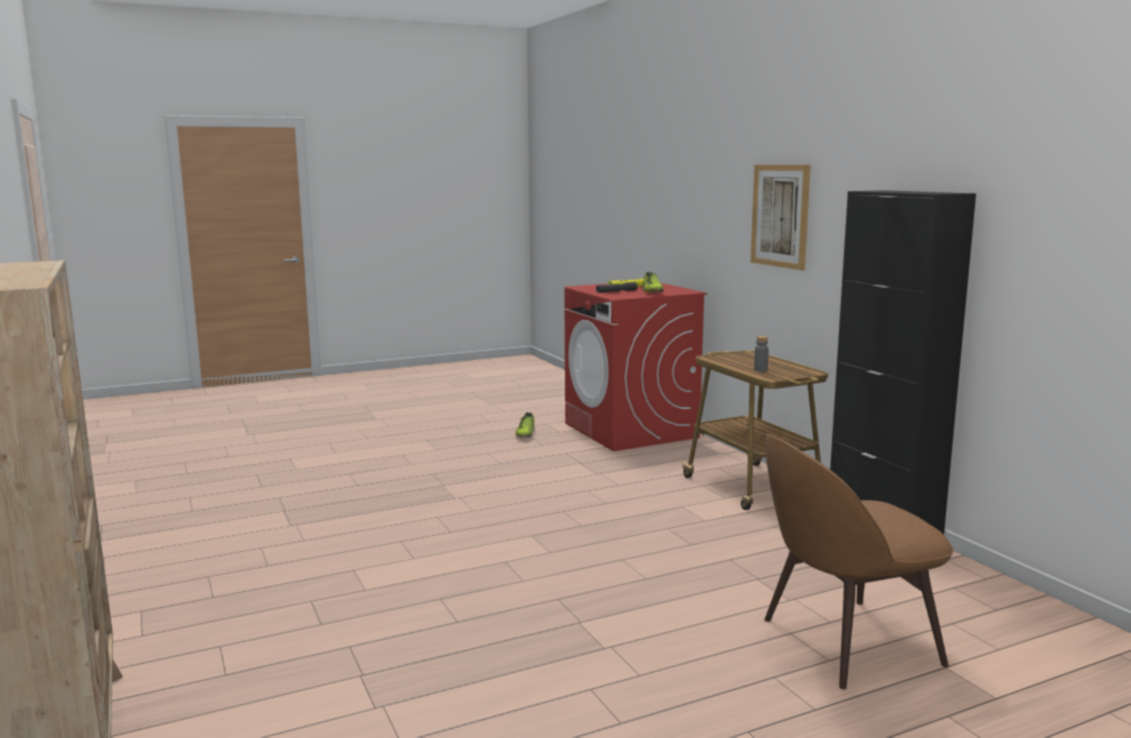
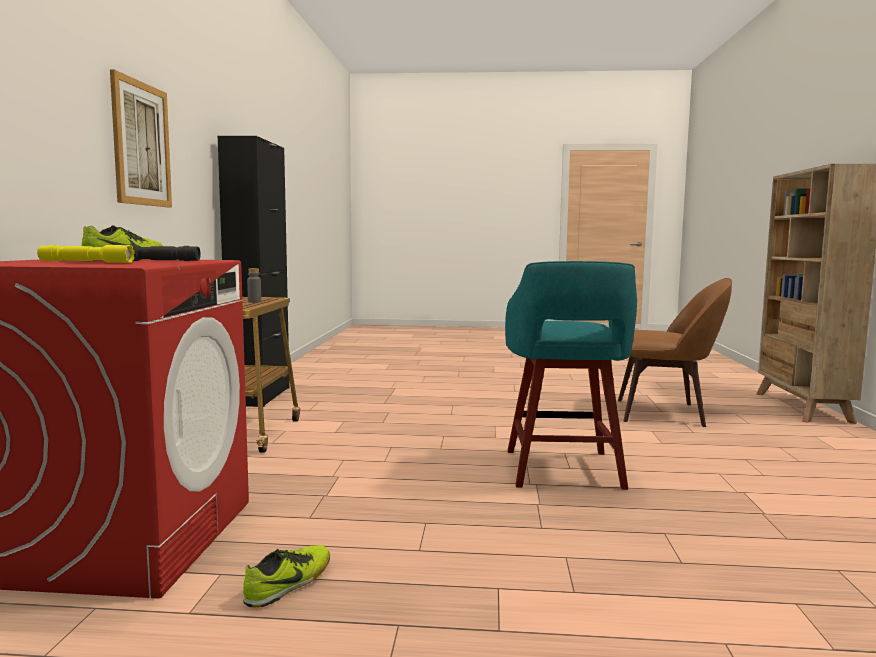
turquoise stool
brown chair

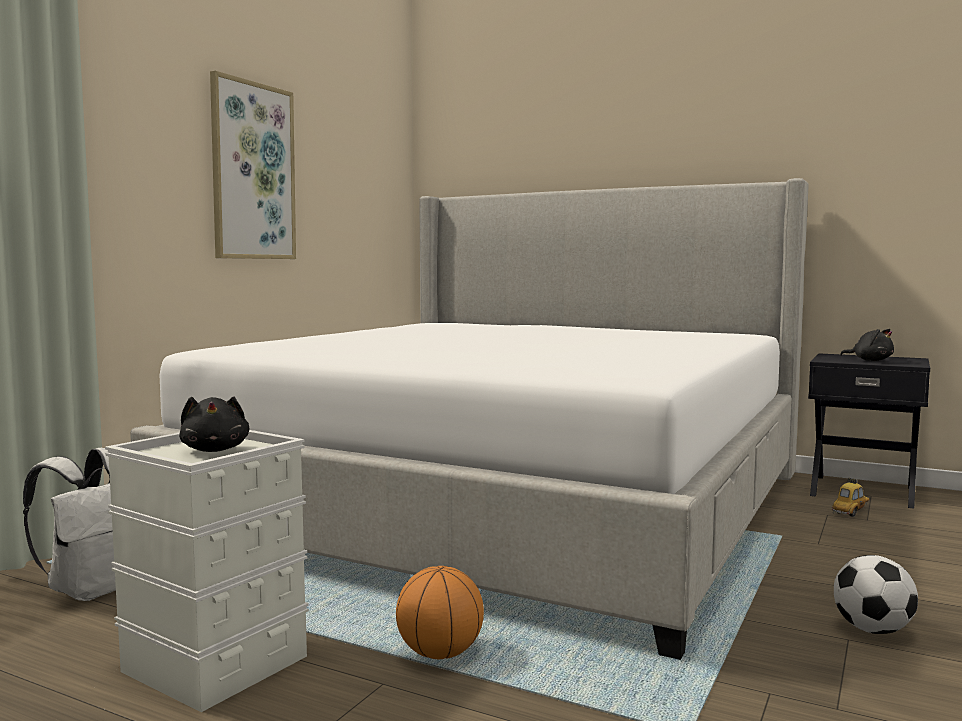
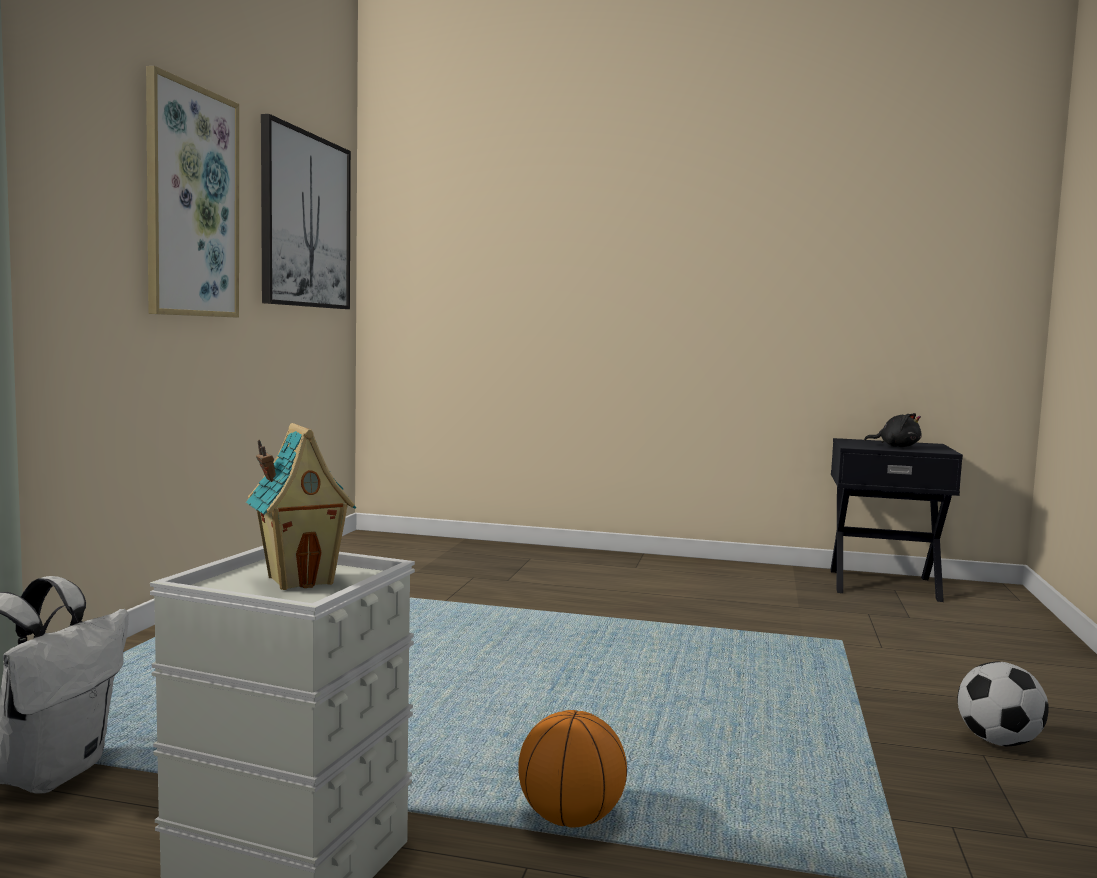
bed
toy car
picture (no. 2 from left)
toy house

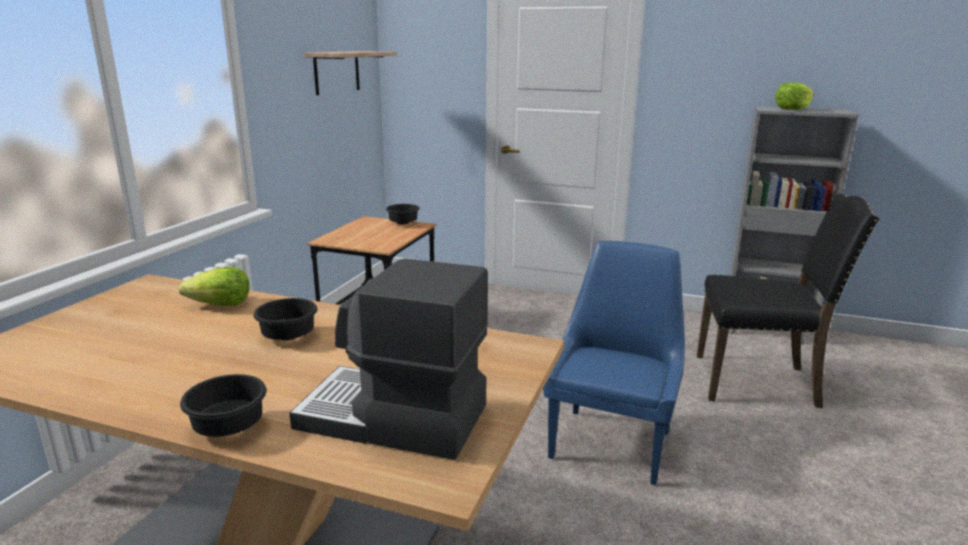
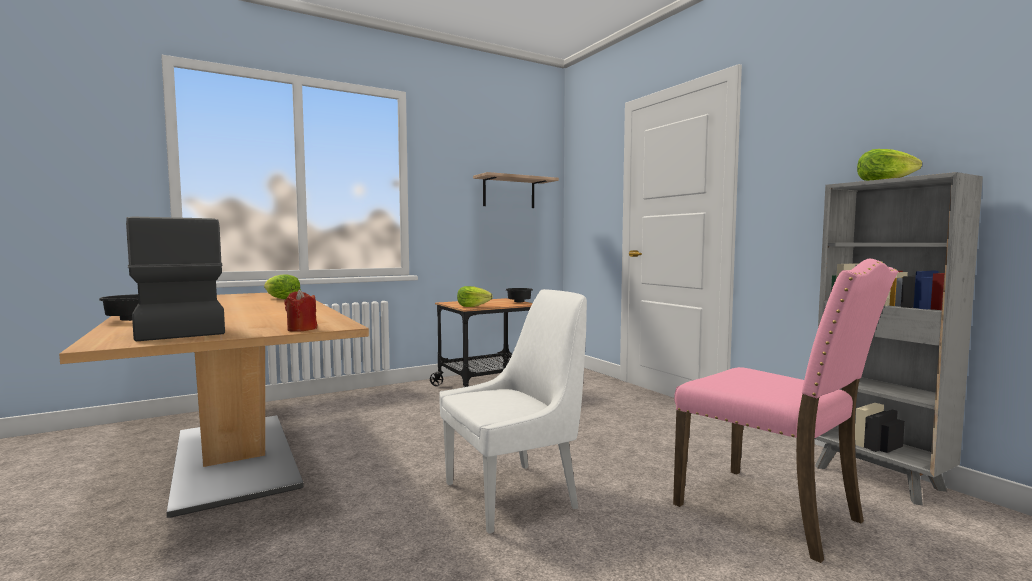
black bowl (no. 2 from left in the first image)
red candle
lettuce (no. 2 from left)
white chair
pink chair

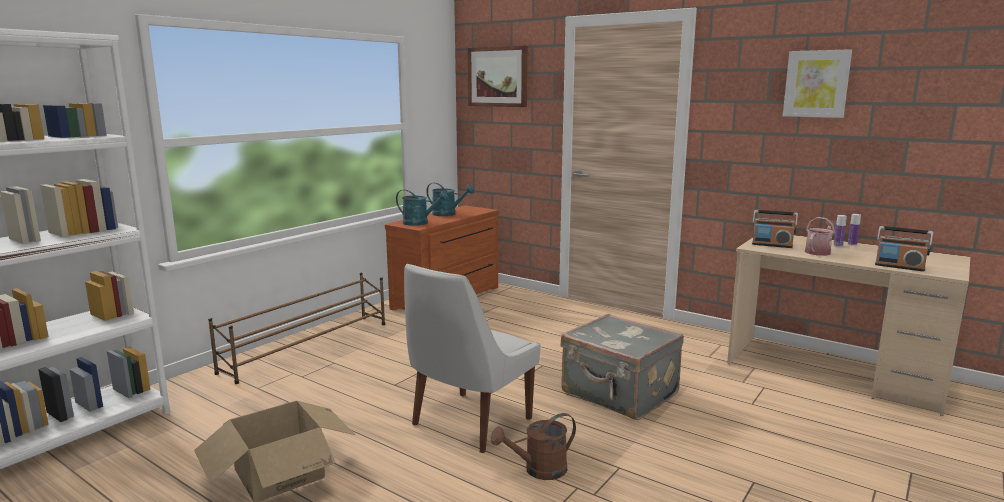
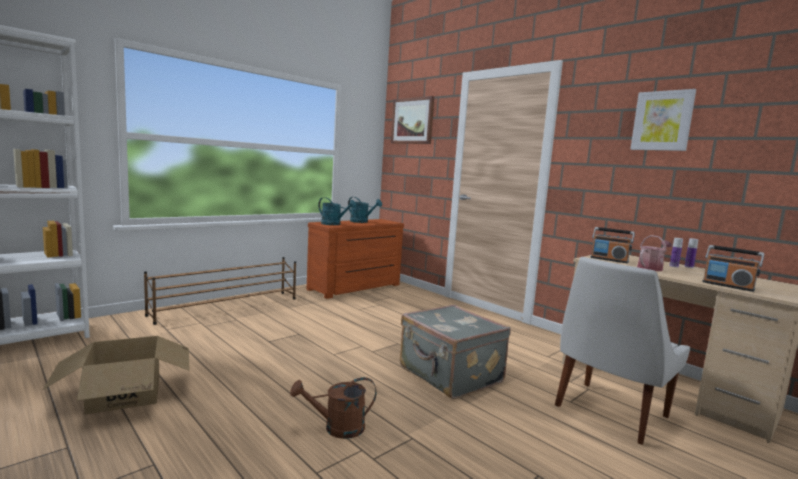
white chair

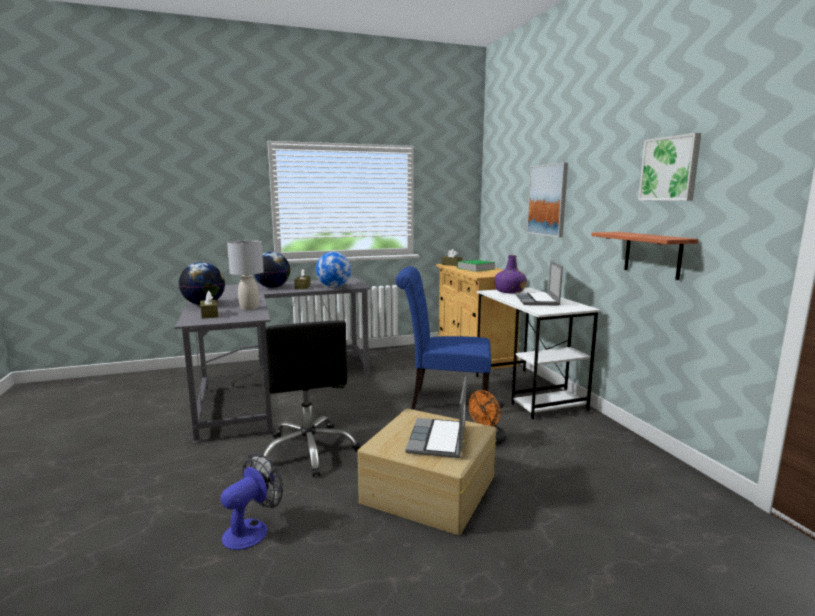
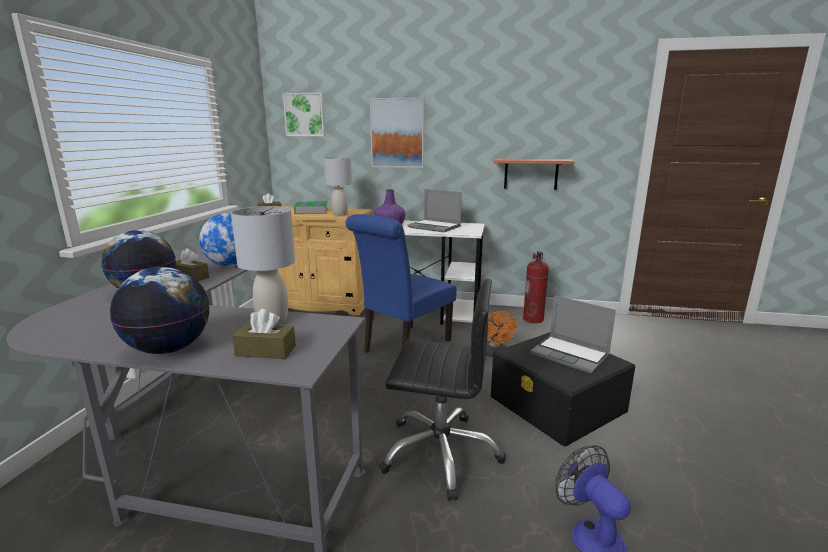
grey table lamp (no. 2 from left)
fire extinguisher
picture (no. 1 from left)
black storage box

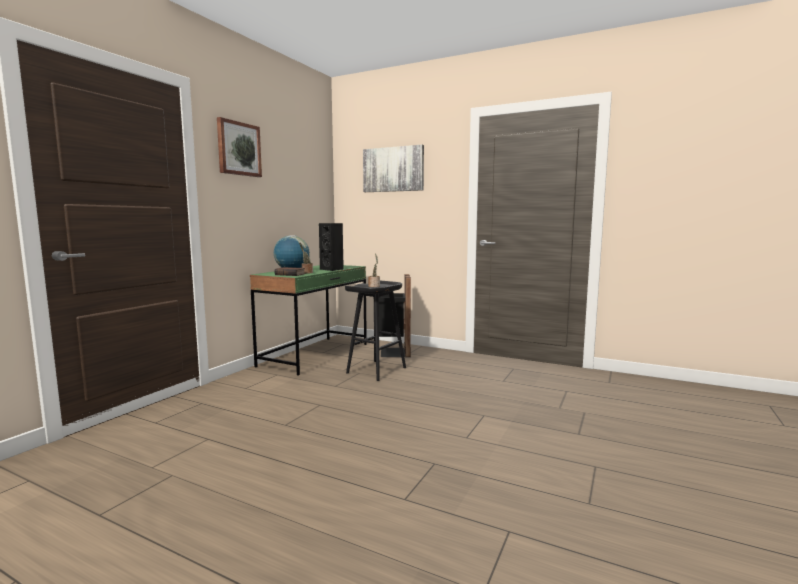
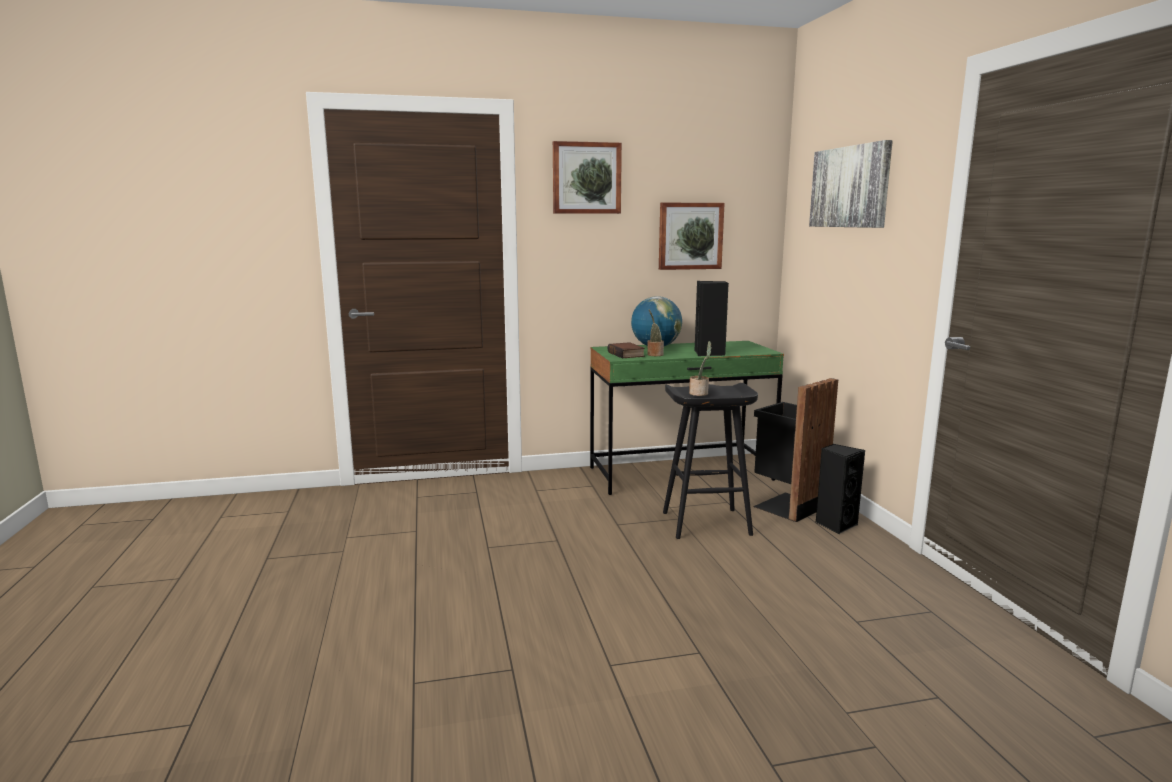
picture (no. 2 from left)
black speaker (no. 2 from left)

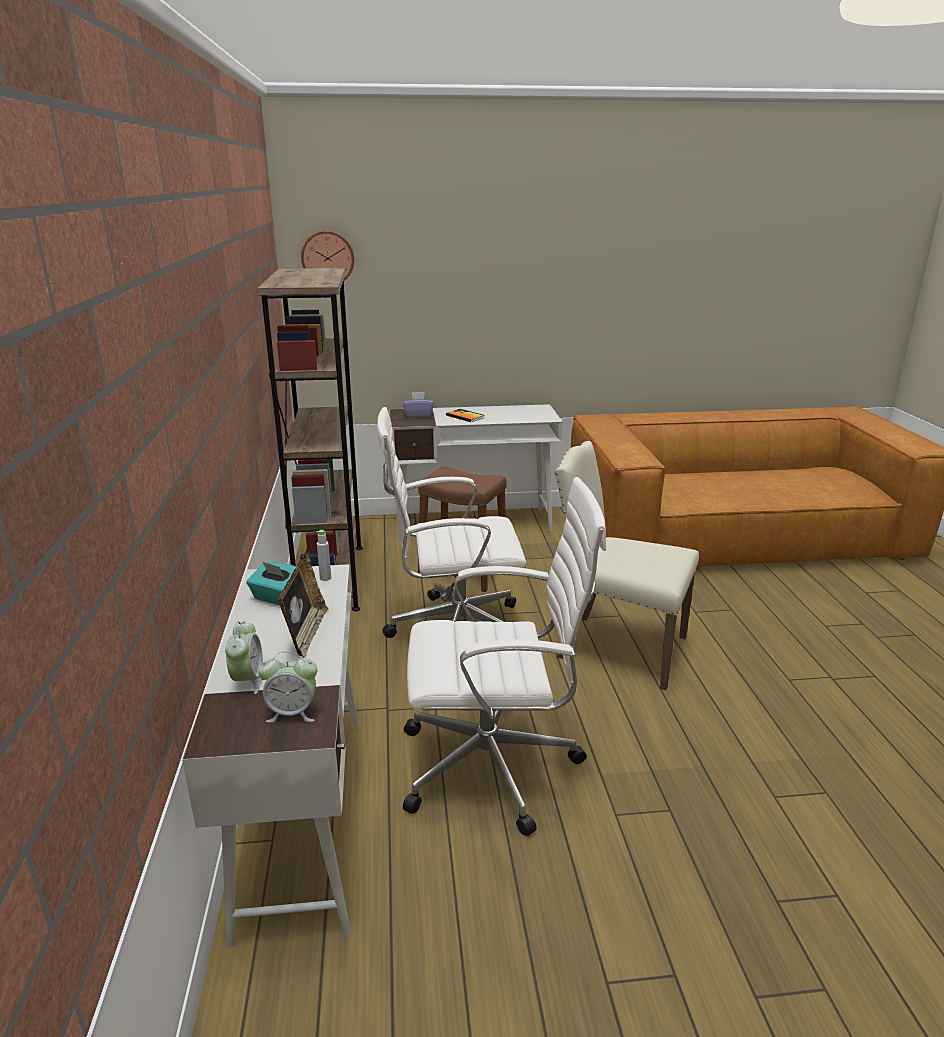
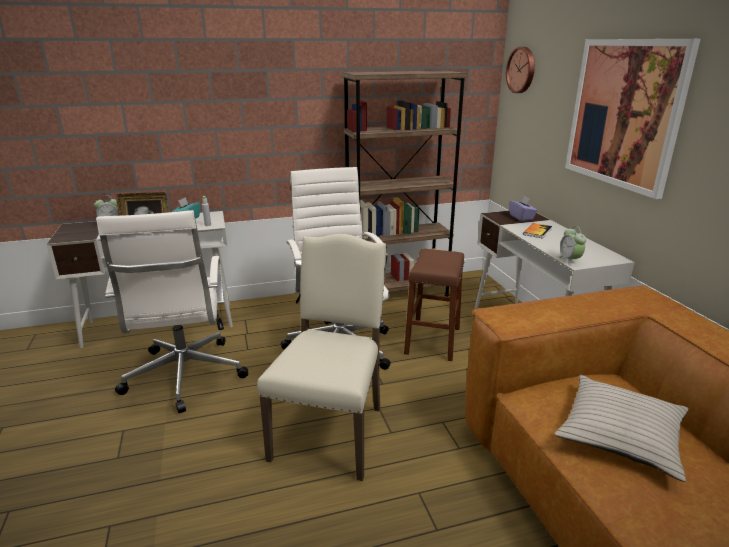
beige pillow
picture
alarm clock (no. 2 from left)

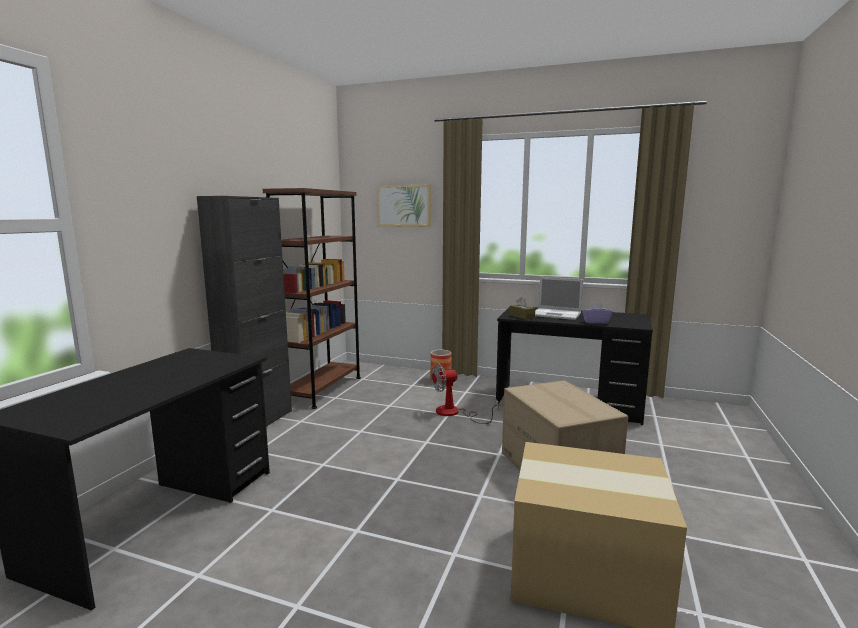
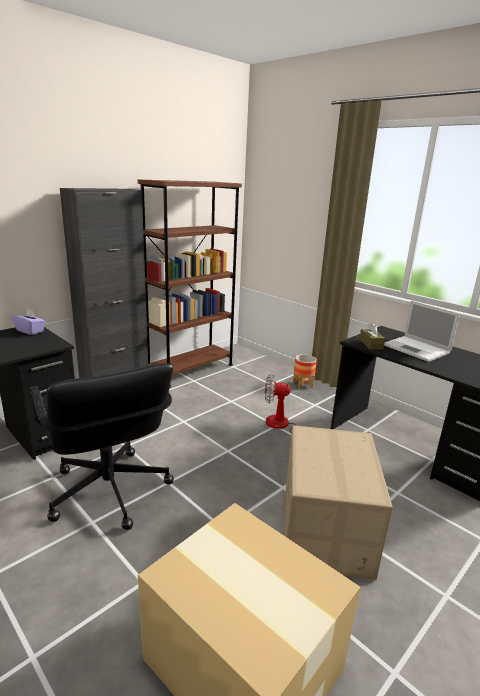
picture
black office chair
purple tissue box

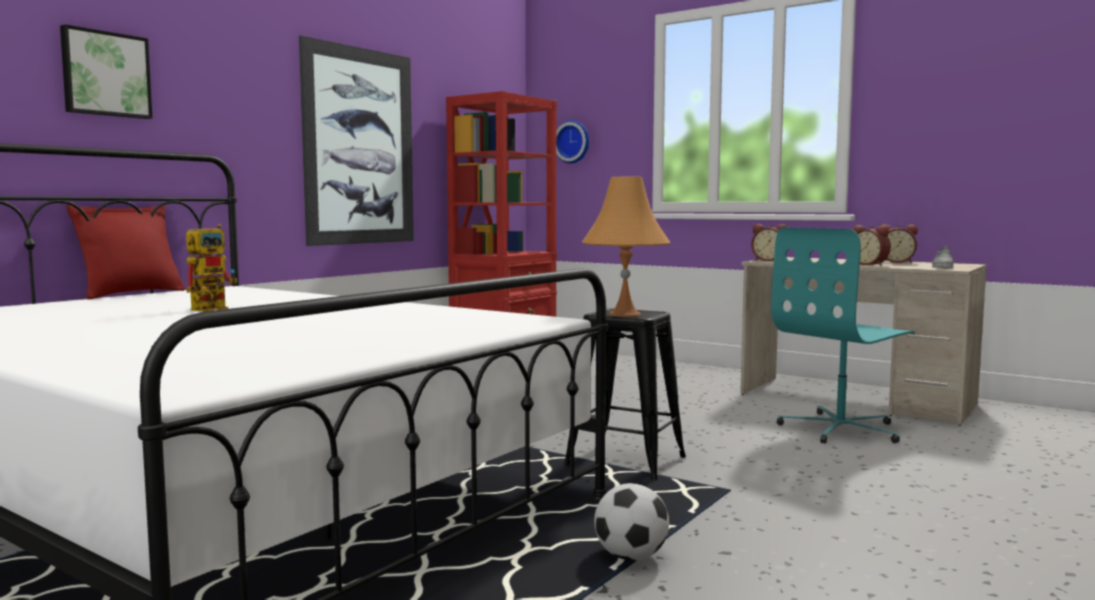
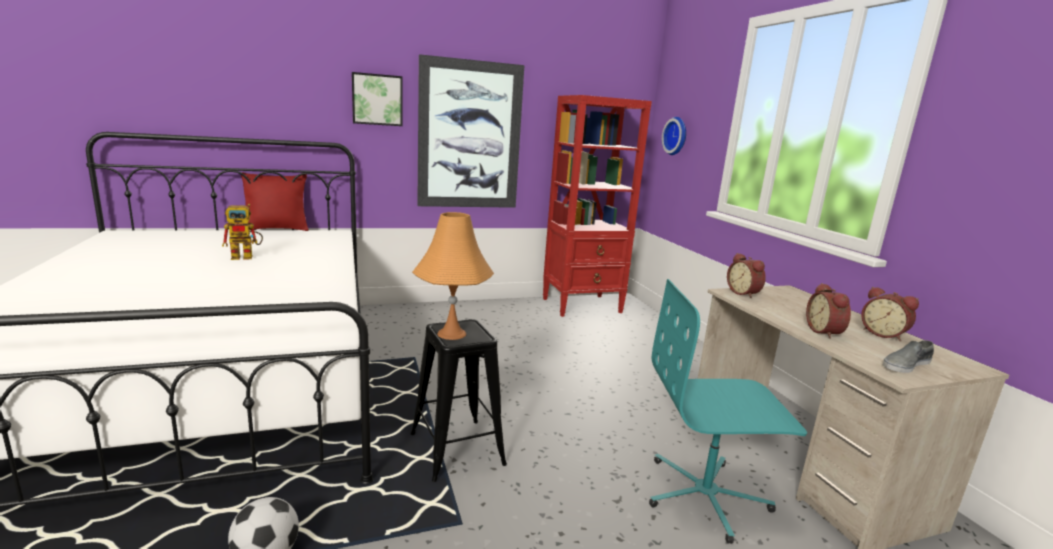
picture (no. 1 from left)

